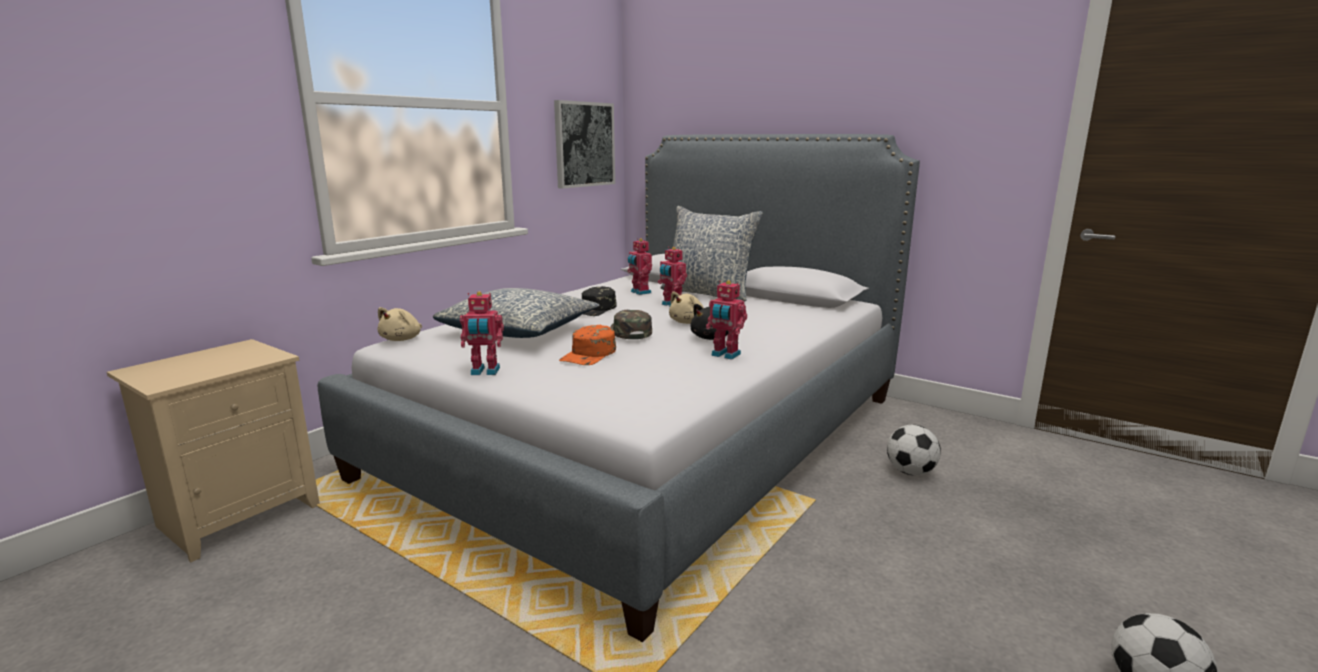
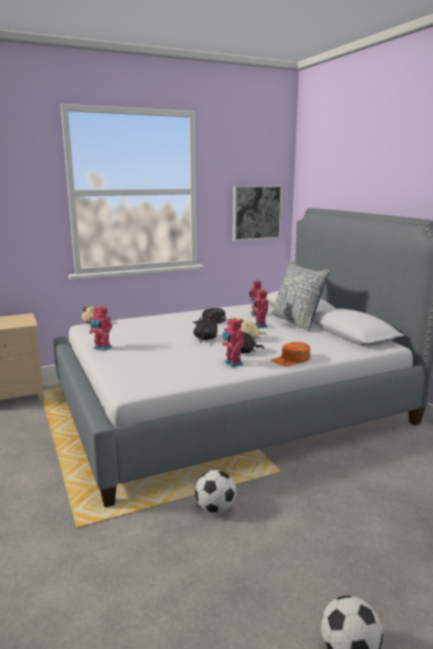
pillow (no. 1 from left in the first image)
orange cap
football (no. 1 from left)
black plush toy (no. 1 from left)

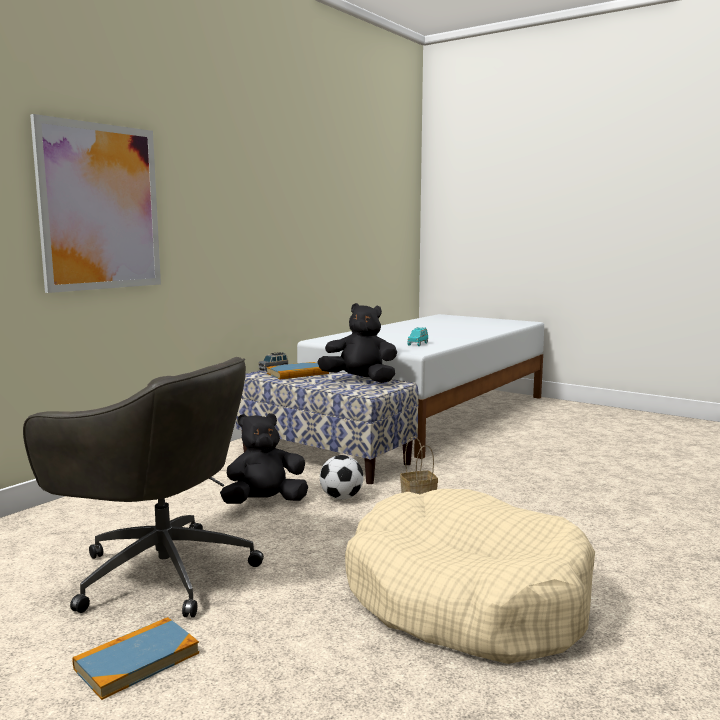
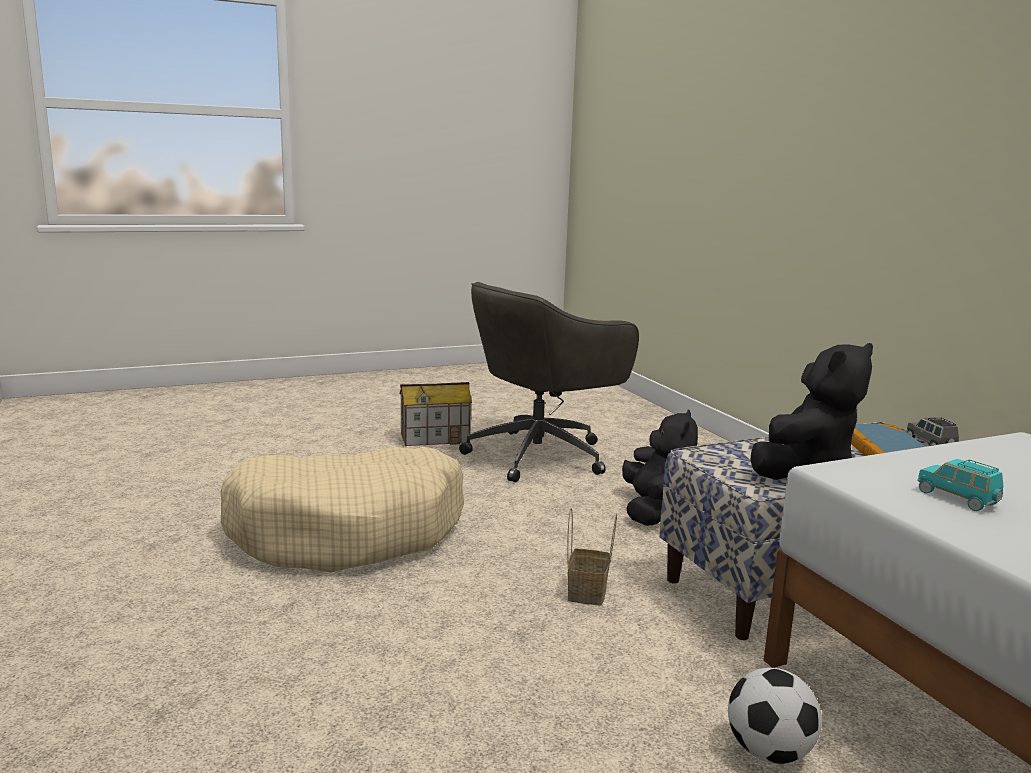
picture
football
toy house

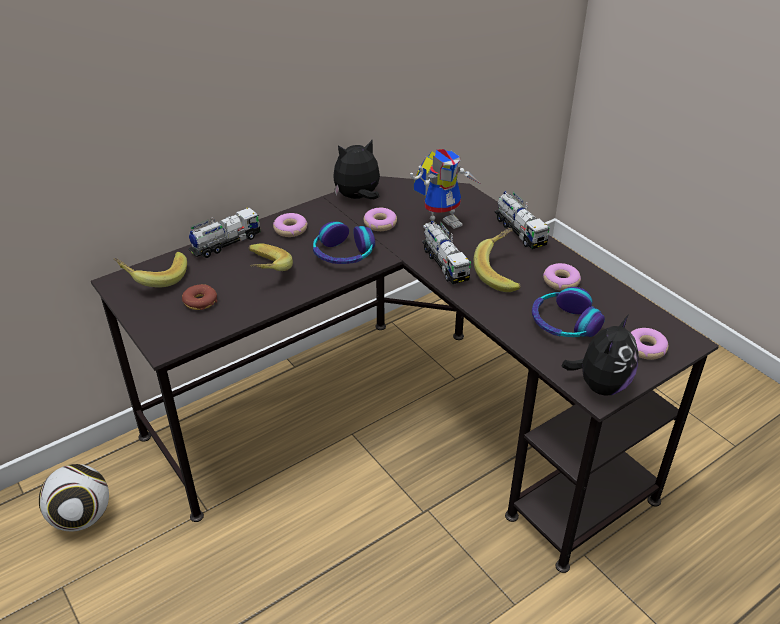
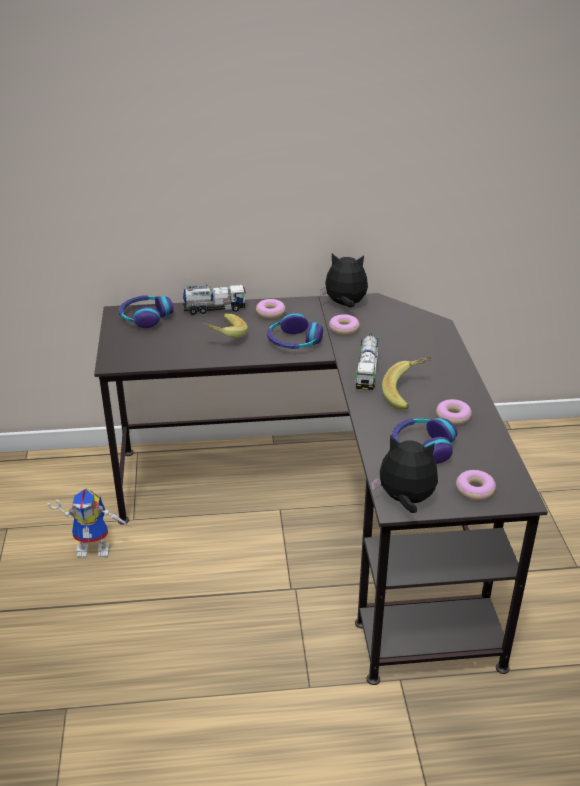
football
donut (no. 1 from left in the first image)
toy truck (no. 3 from left in the first image)
toy robot
headphones (no. 1 from left)
plush toy (no. 2 from left)

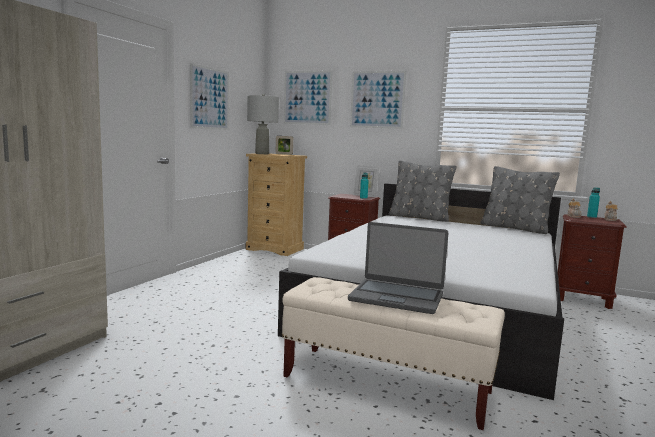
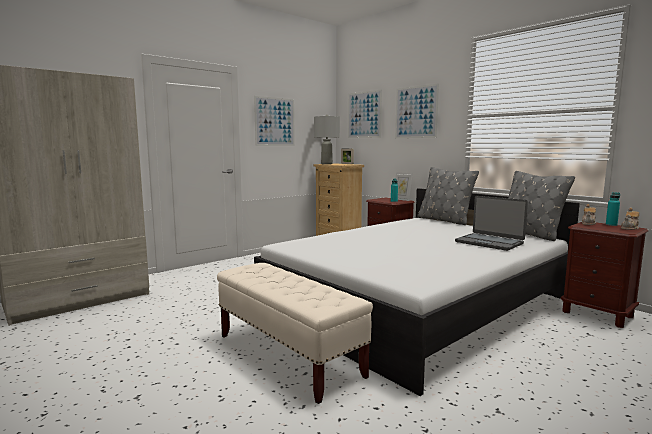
laptop

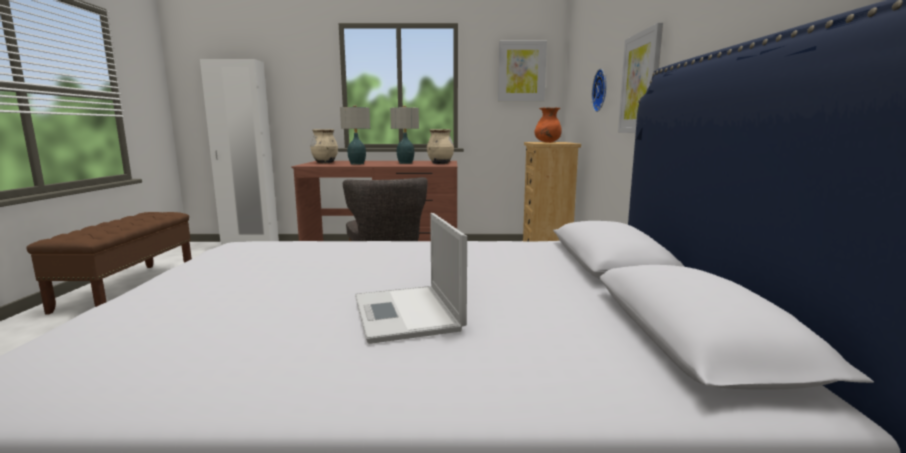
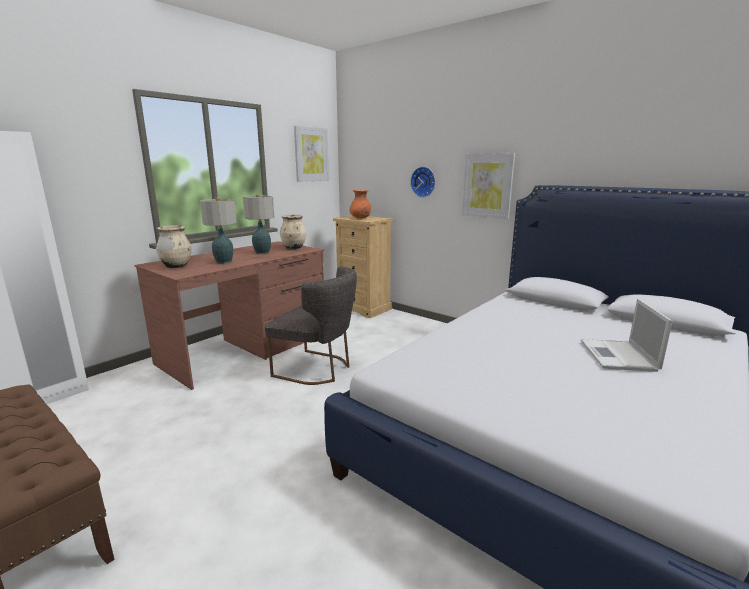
laptop

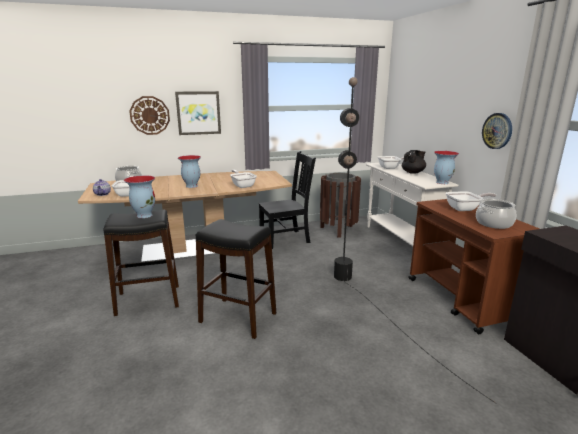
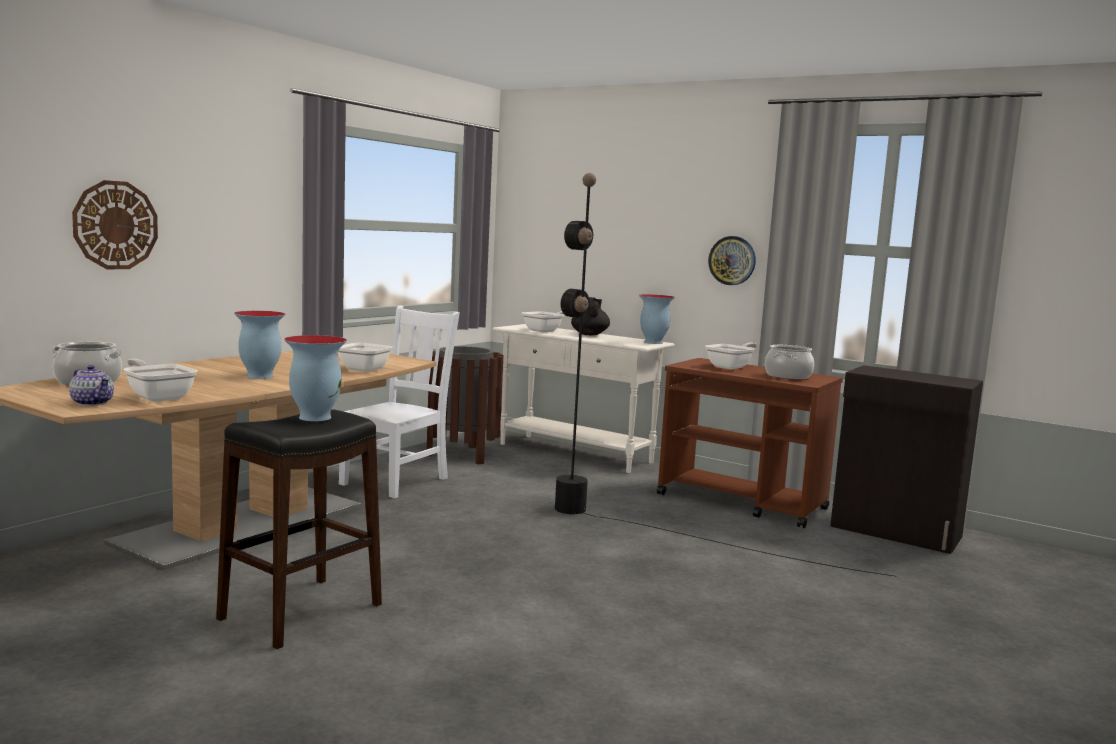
picture
black stool (no. 2 from left in the first image)
white chair

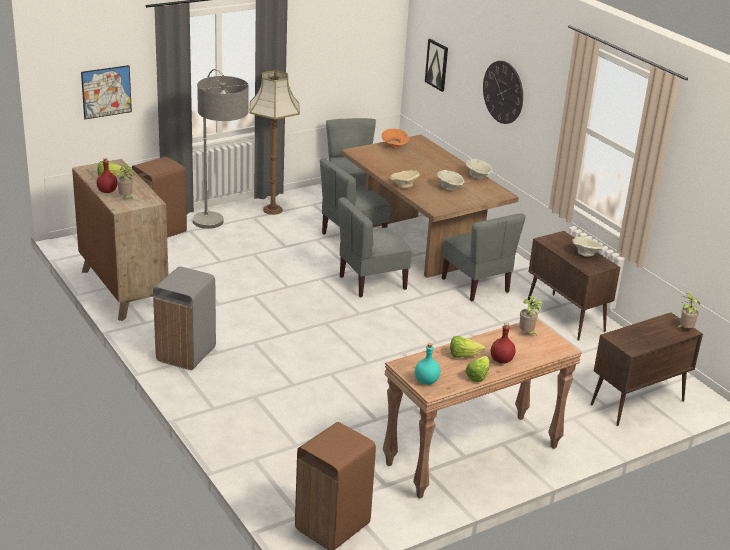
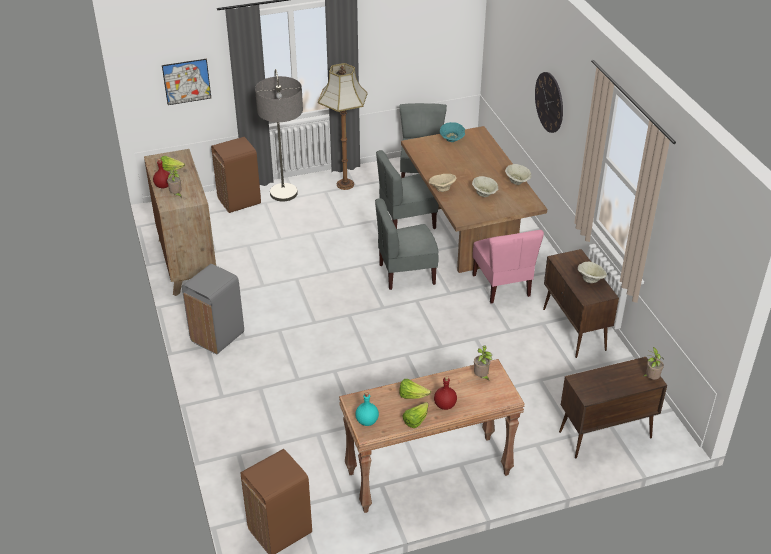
picture (no. 2 from left in the first image)
turquoise bowl
pink chair

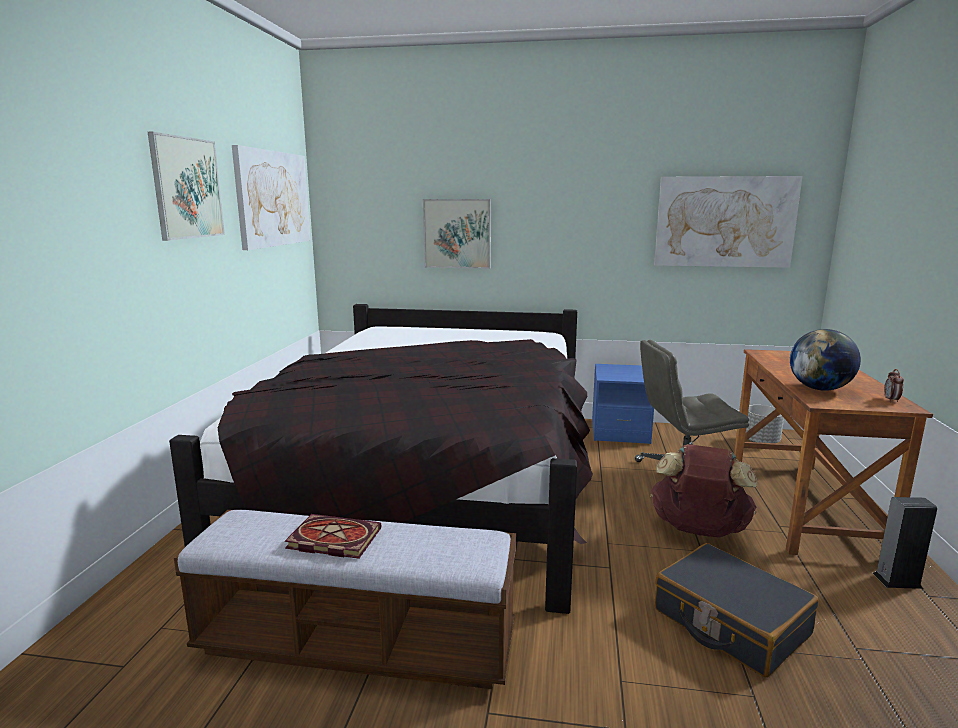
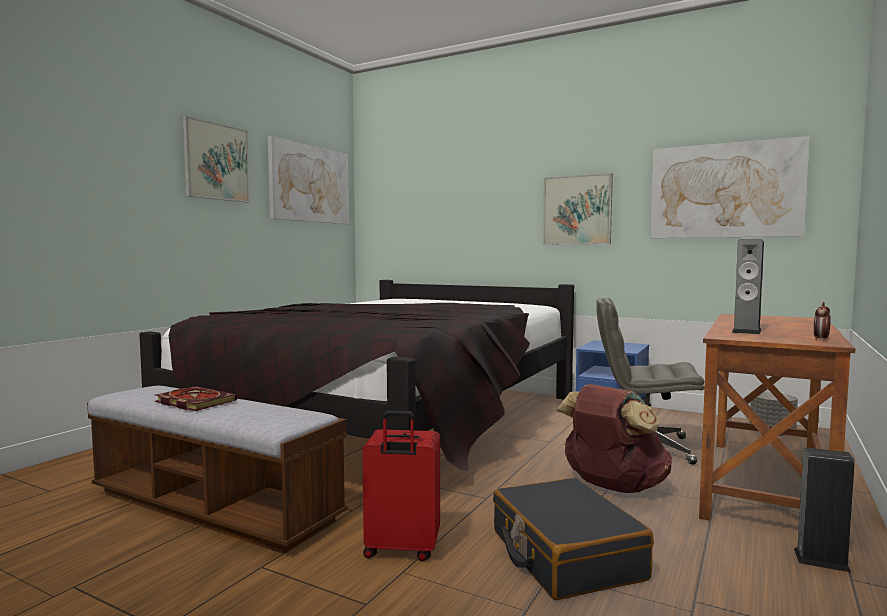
red suitcase
picture (no. 3 from left)
speaker (no. 1 from left)

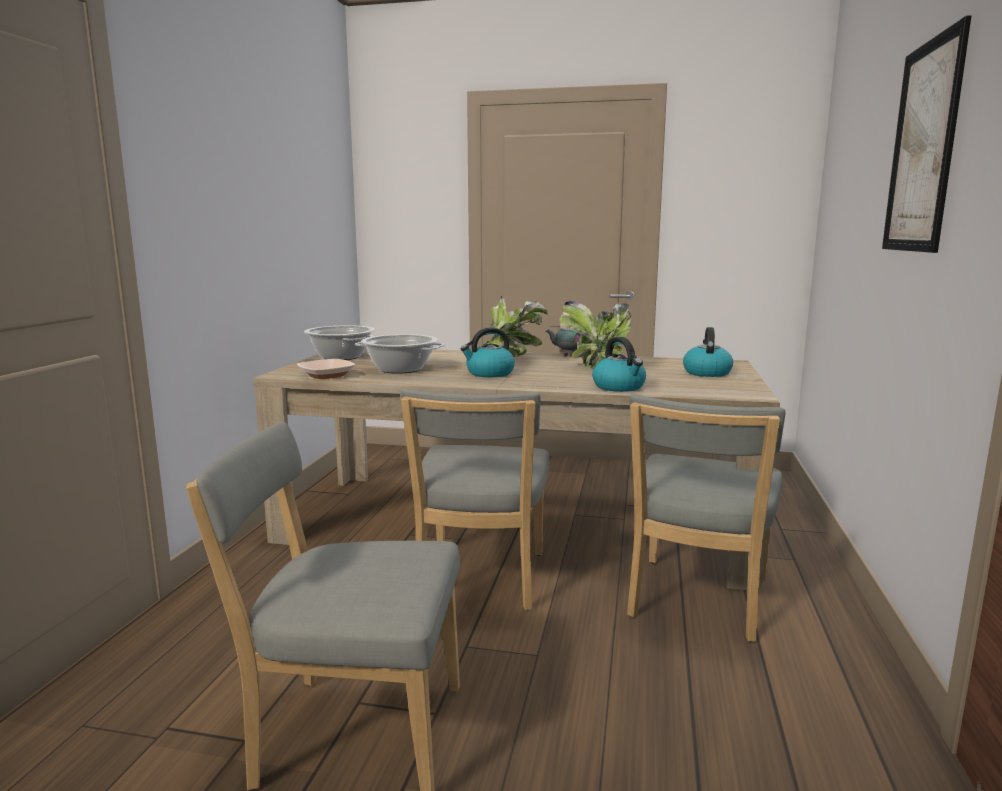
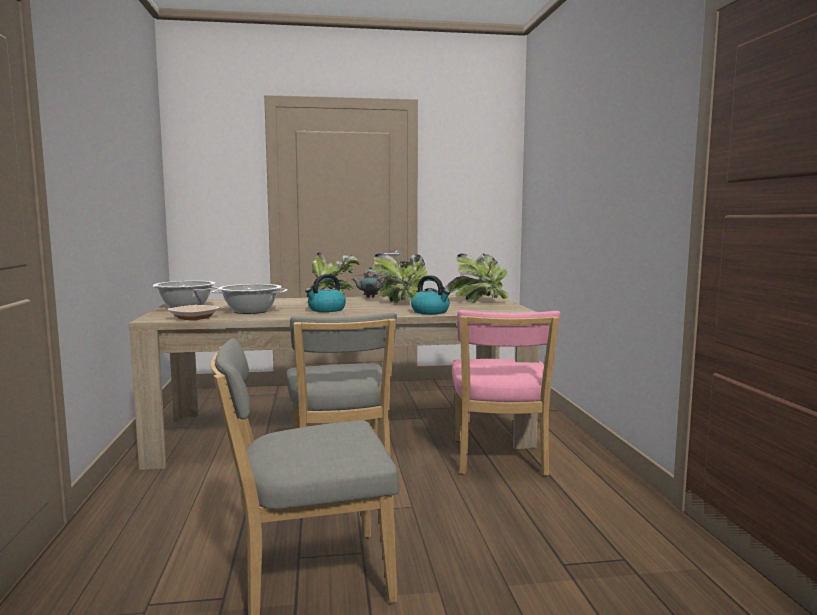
picture
potted plant (no. 3 from left)
pink chair

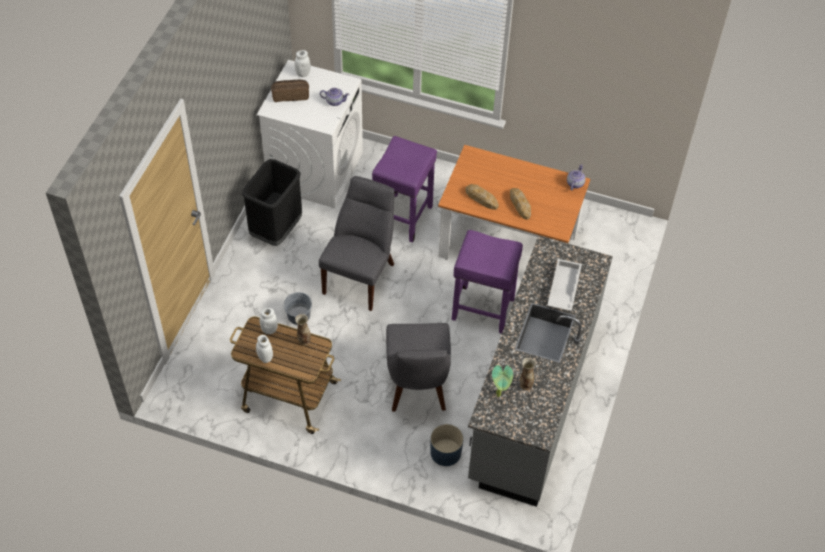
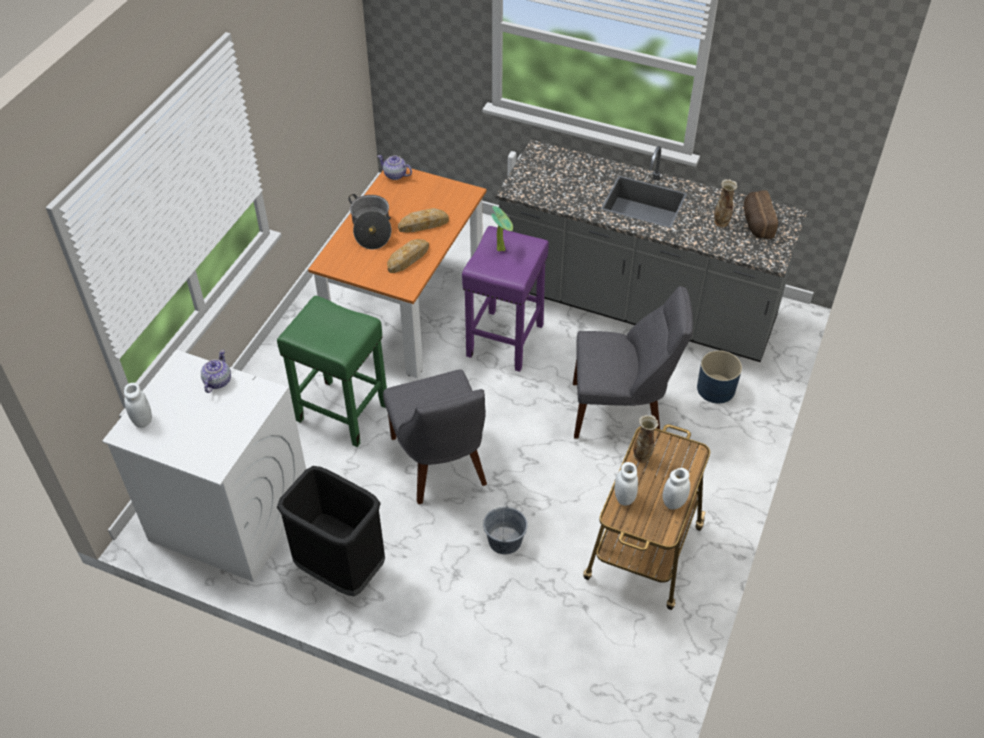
white tray
cooking pot
bread (no. 3 from left)
potted plant
green stool
grey chair (no. 1 from left)

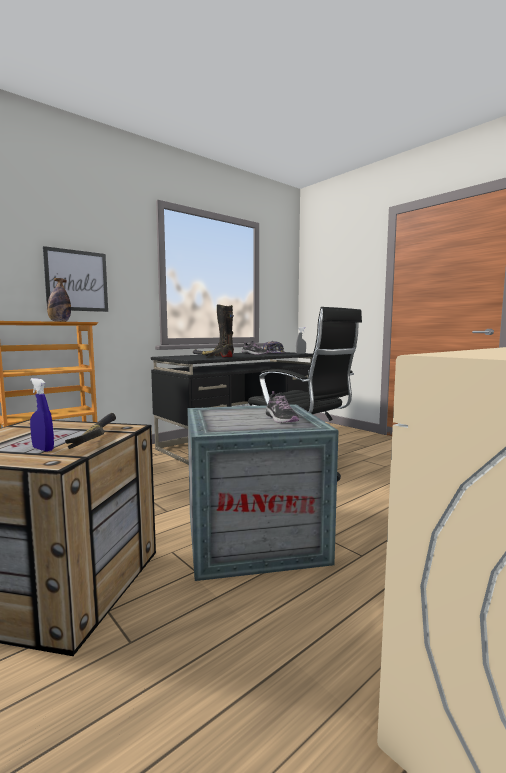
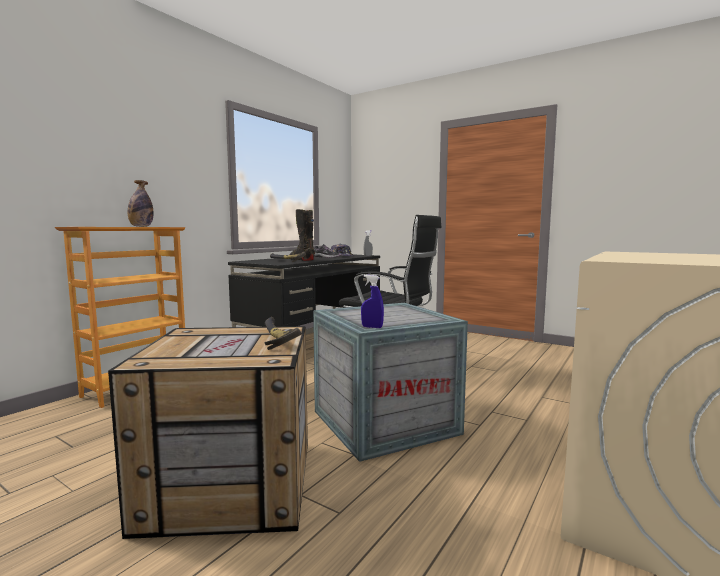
picture
shoe (no. 2 from left in the first image)
blue spray bottle

